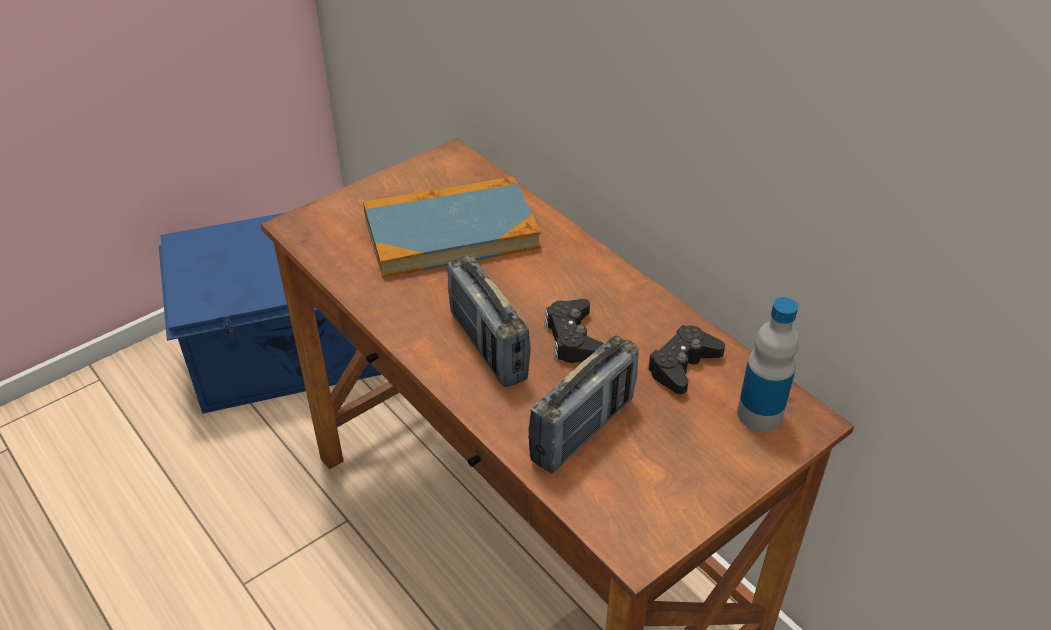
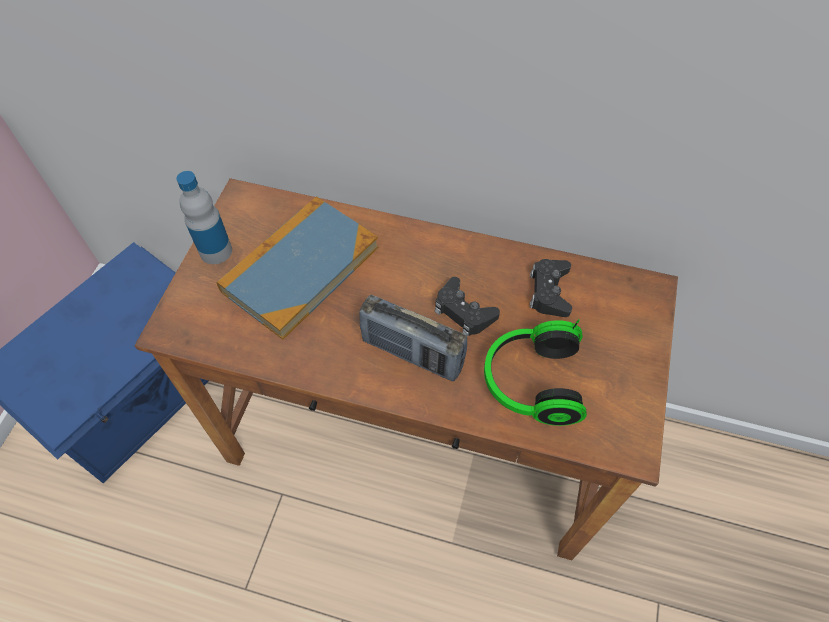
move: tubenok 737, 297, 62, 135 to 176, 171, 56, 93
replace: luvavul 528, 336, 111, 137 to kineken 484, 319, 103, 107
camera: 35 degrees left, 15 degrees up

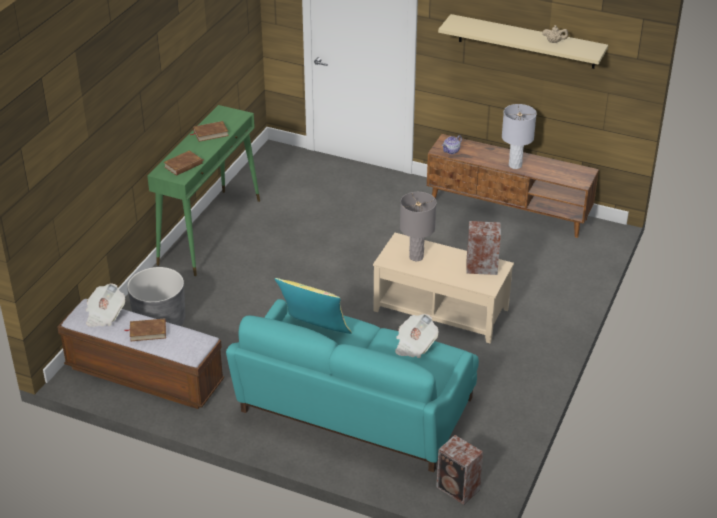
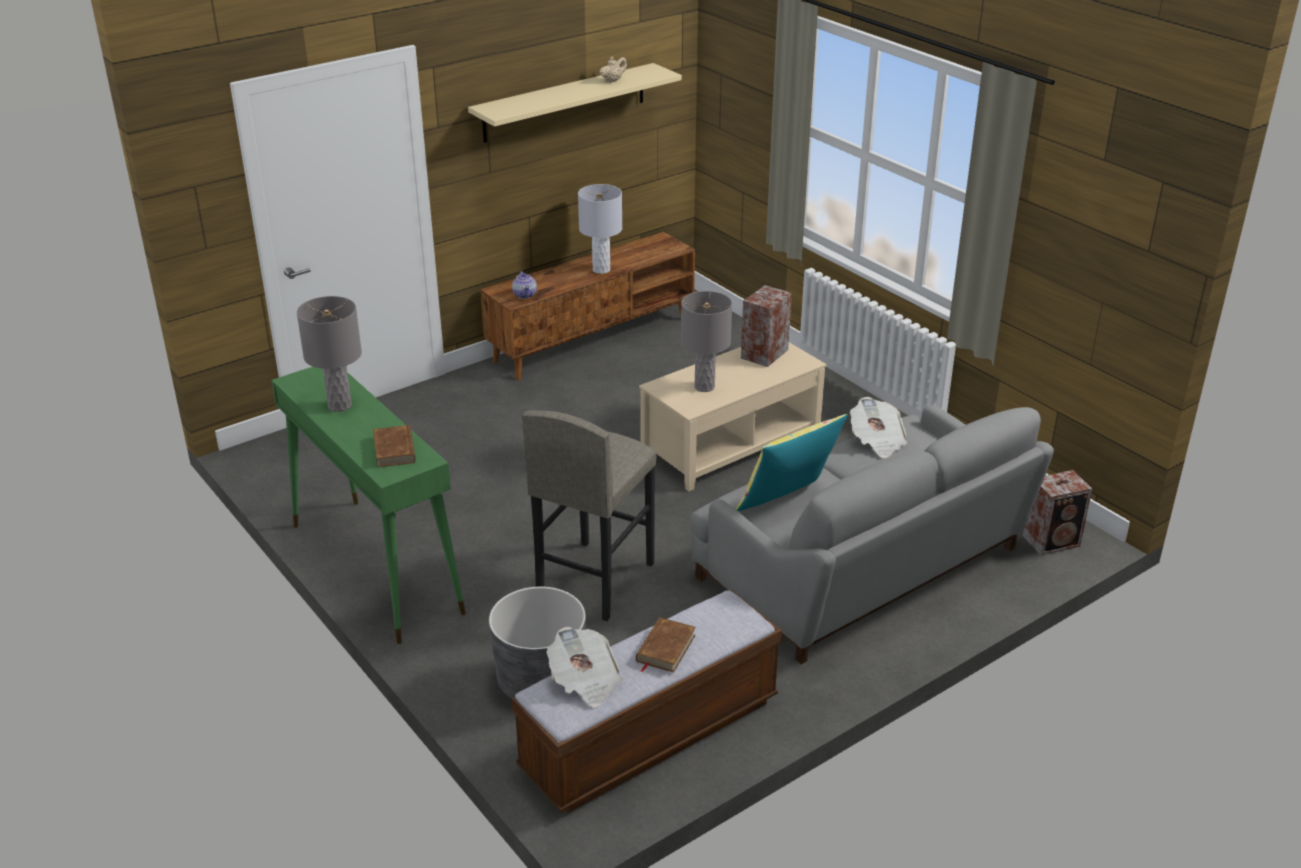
insert: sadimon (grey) 522, 410, 135, 211
replace: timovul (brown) 190, 121, 39, 21 to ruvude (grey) 297, 296, 65, 116
recolor: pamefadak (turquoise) 226, 299, 253, 173 to pamefadak (grey) 690, 405, 364, 259
camera: 60 degrees left, 5 degrees down

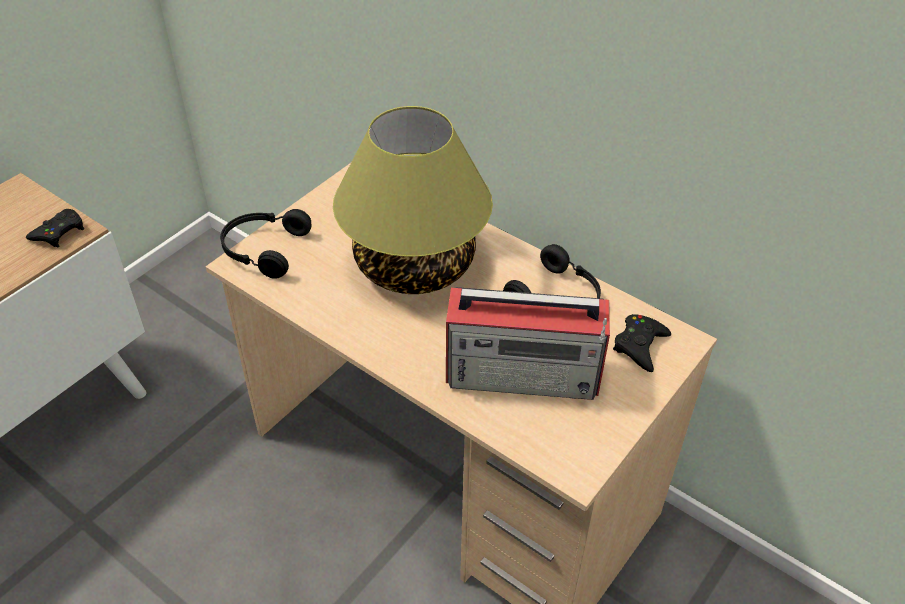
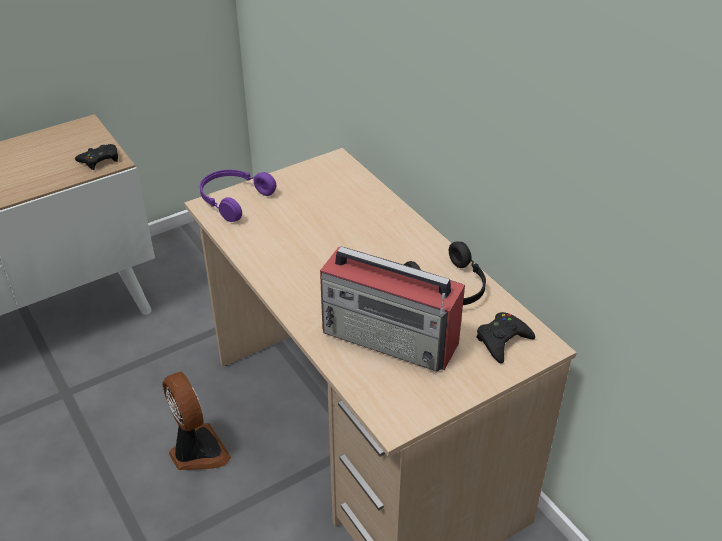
delete: ruvude 333, 106, 160, 188
insert: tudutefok 162, 372, 69, 98
recolor: kineken (black) 220, 209, 92, 70 to kineken (purple) 200, 170, 76, 52
camera: 20 degrees right, 5 degrees down

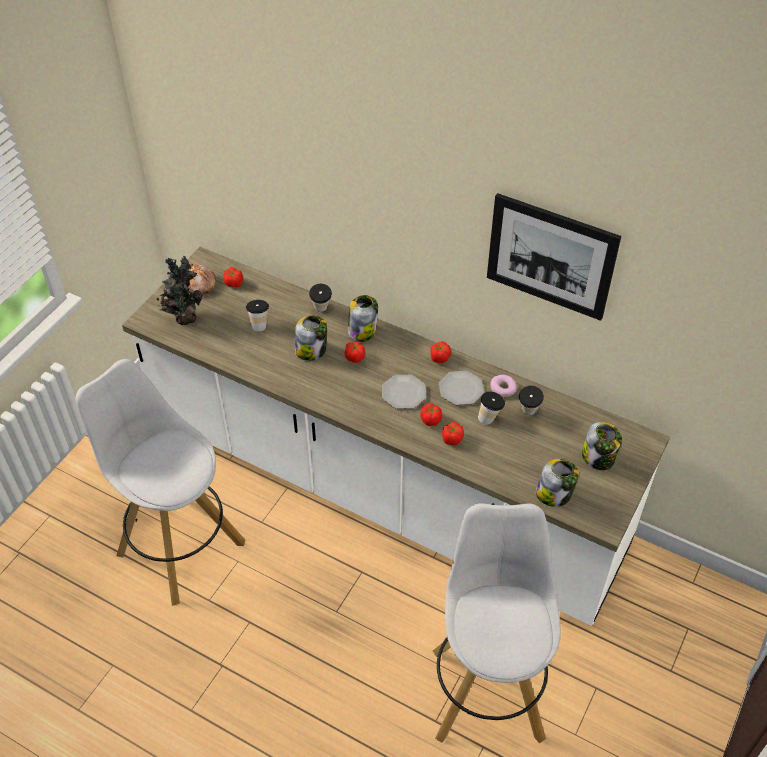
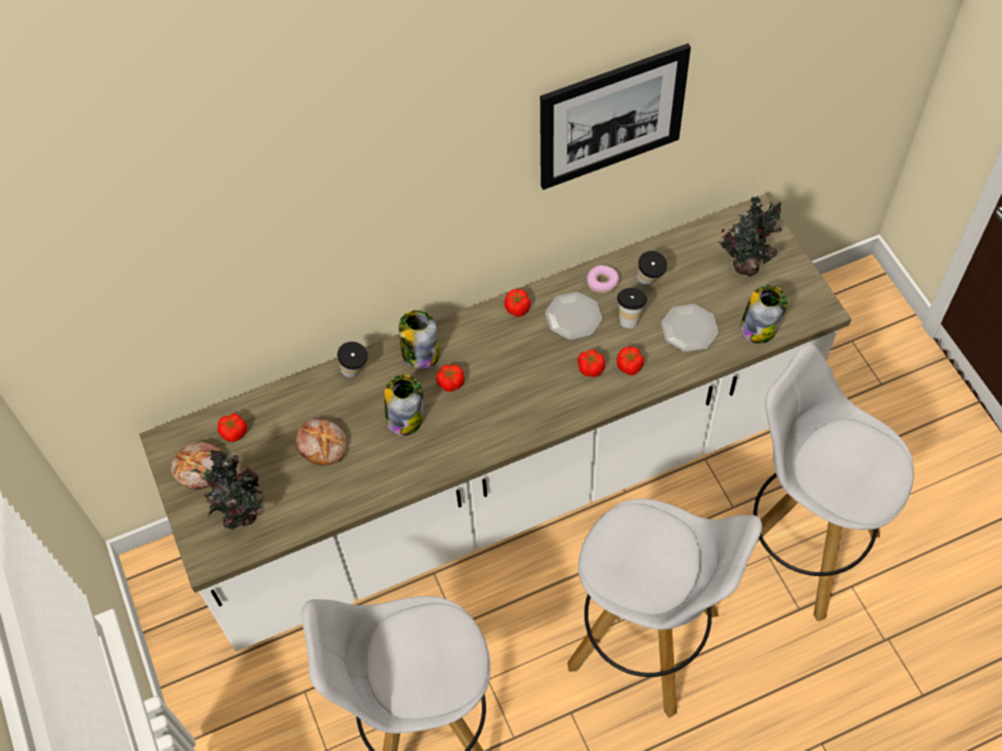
insert: sadimon (white) 567, 499, 195, 219
move: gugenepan 382, 375, 44, 34 to 661, 304, 58, 48
replace: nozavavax 246, 300, 23, 31 to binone 295, 419, 51, 46; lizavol 582, 422, 40, 48 to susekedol 718, 196, 64, 80
camera: 50 degrees left, 10 degrees up

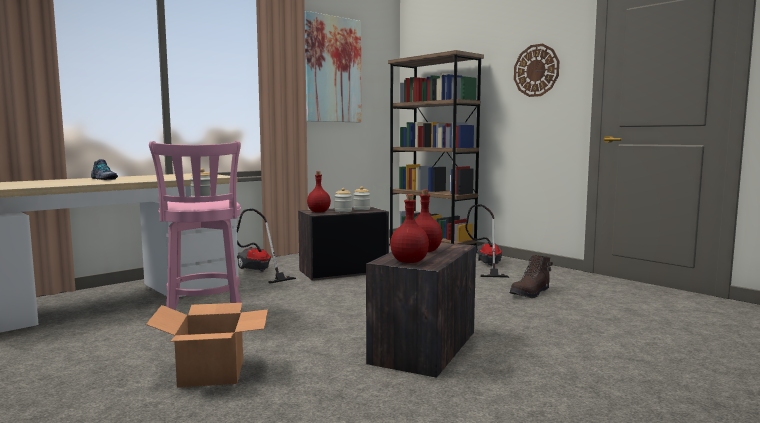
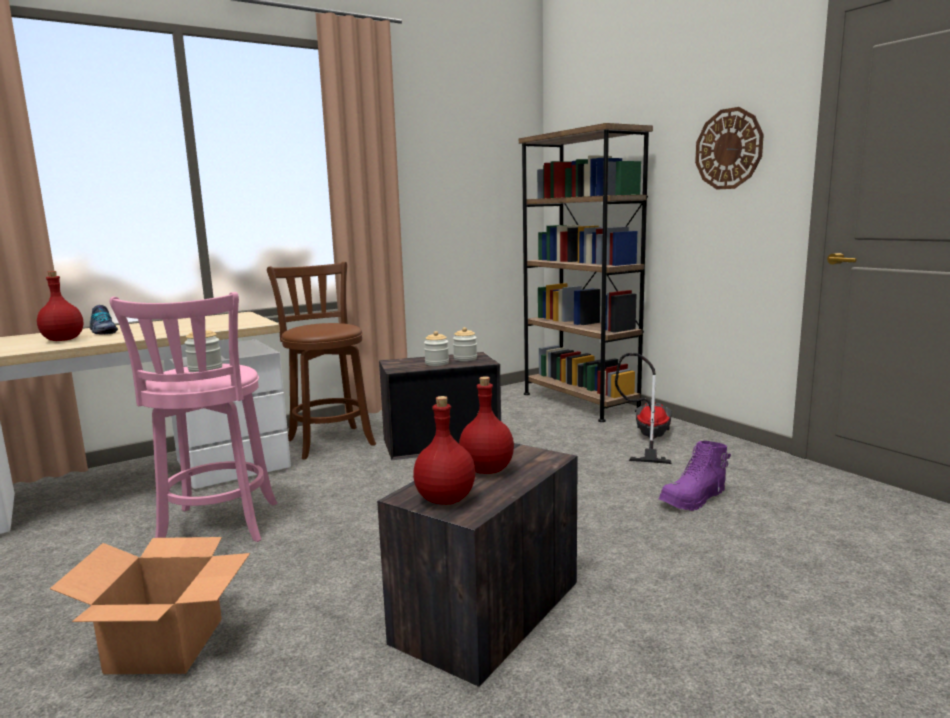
delete: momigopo 305, 11, 56, 111
move: tubenok (red) 307, 171, 24, 42 to 37, 271, 46, 70
replace: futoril 237, 209, 59, 75 to sadimon (brown) 267, 262, 109, 198
recolor: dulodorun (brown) 509, 255, 44, 43 to dulodorun (purple) 659, 441, 72, 70
camera: 10 degrees right, 5 degrees up

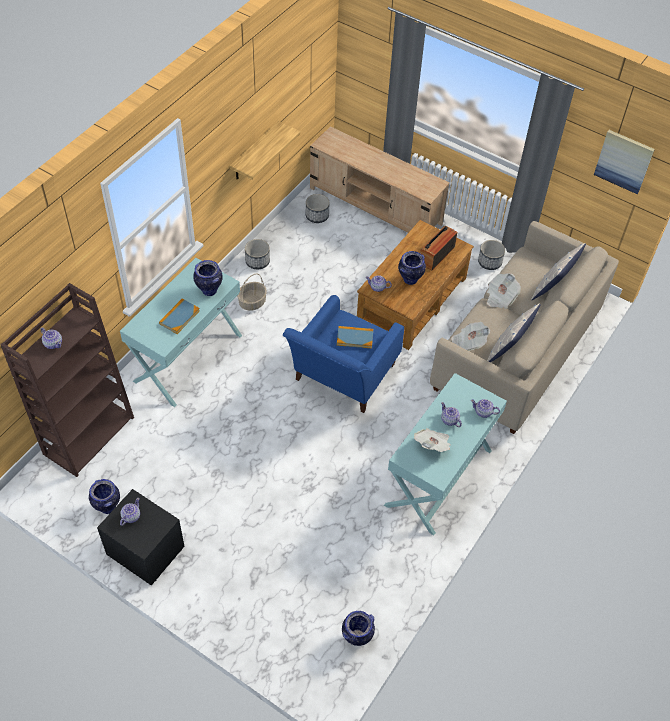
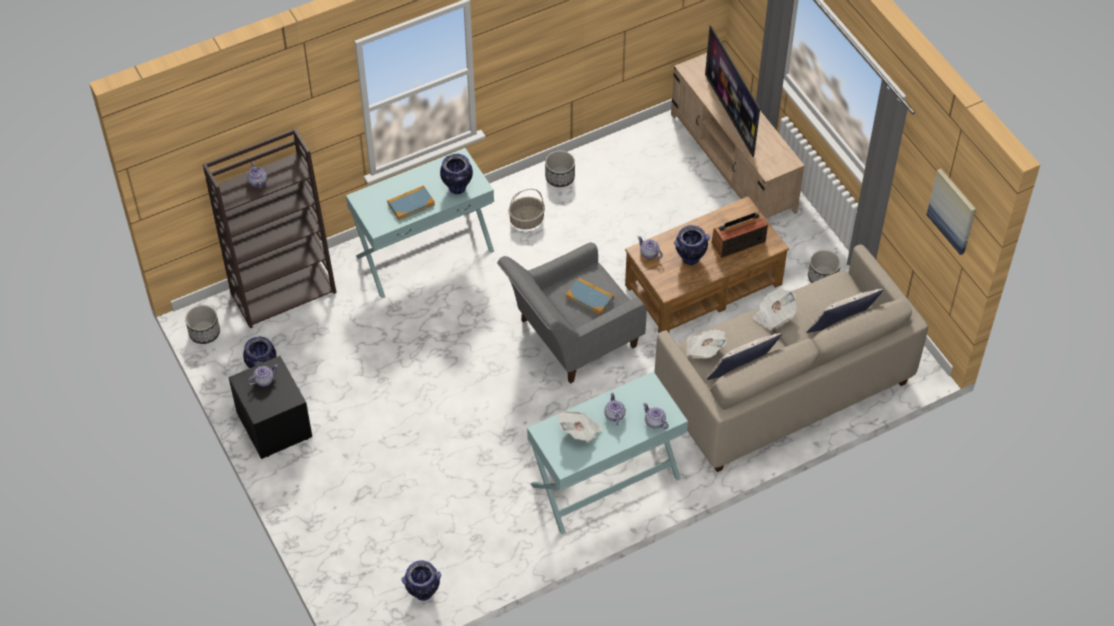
delete: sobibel 230, 121, 70, 59
insert: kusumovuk 705, 25, 55, 132
move: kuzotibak 306, 194, 23, 29 to 185, 305, 35, 39
recolor: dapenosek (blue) 283, 295, 121, 118 to dapenosek (grey) 497, 242, 150, 142
camera: 30 degrees right, 0 degrees up

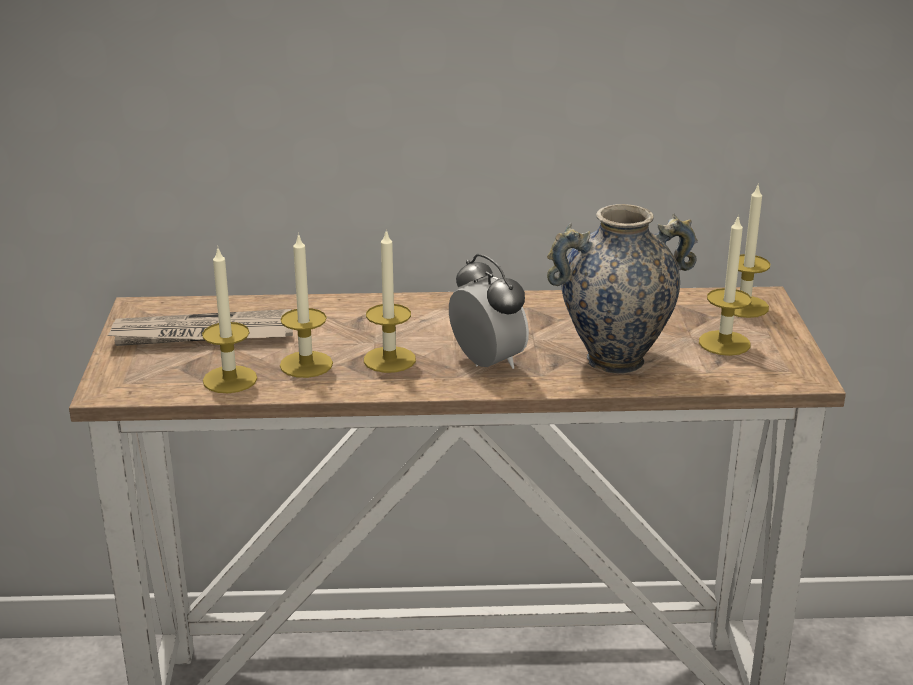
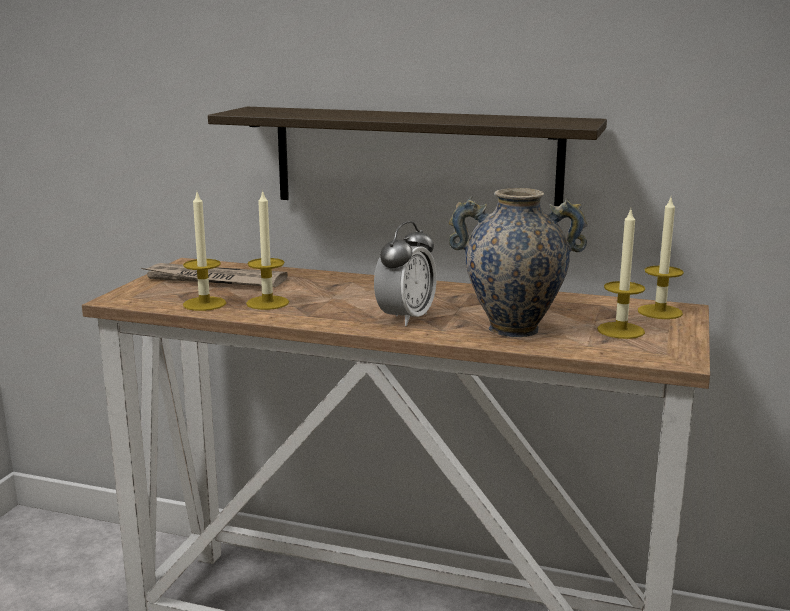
delete: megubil 364, 229, 52, 144
insert: sobibel 208, 107, 399, 99
rotate: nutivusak 449, 254, 80, 115 = 374, 221, 63, 105 45 degrees clockwise
camera: 20 degrees right, 10 degrees down

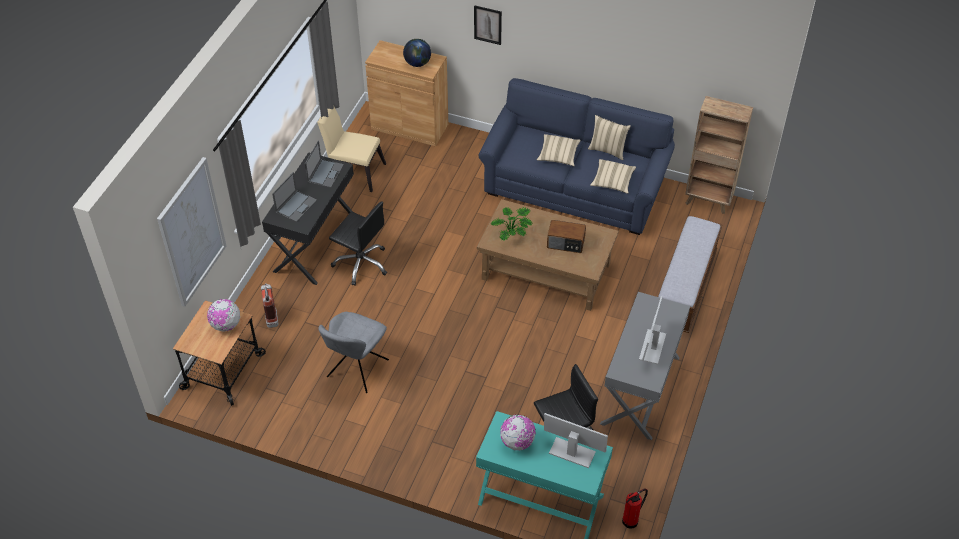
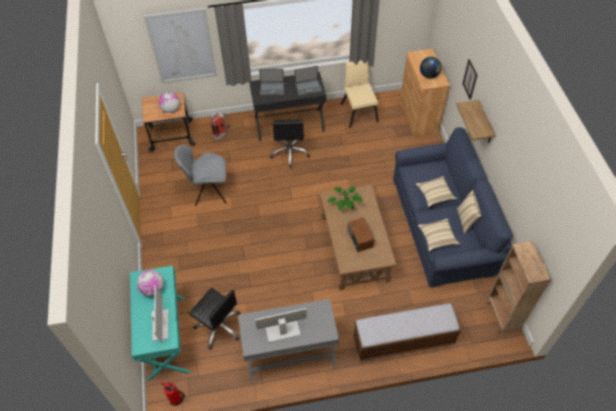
insert: sobibel 456, 100, 40, 43
camera: 60 degrees right, 5 degrees up

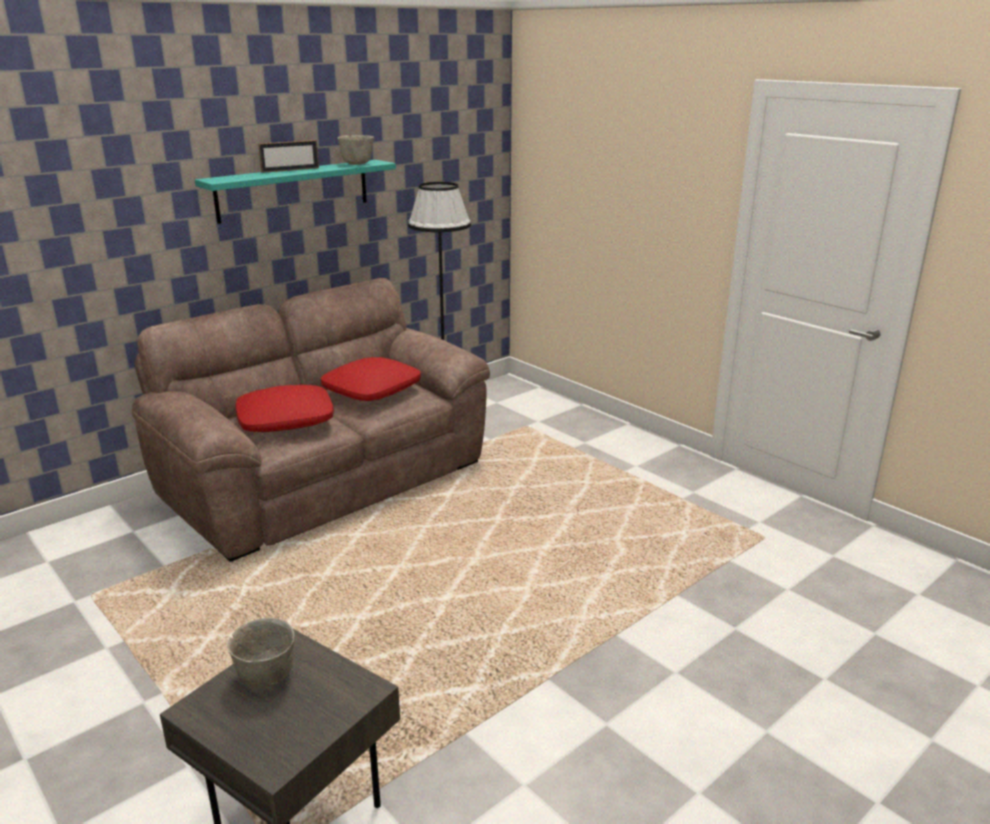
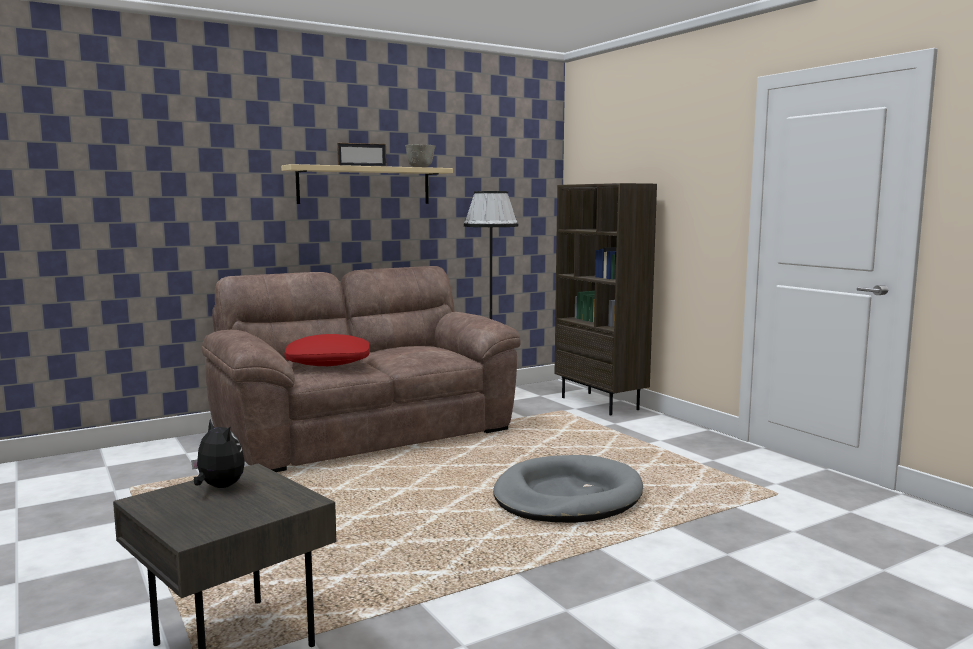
delete: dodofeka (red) 321, 357, 100, 44
insert: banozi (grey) 493, 455, 150, 68; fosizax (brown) 555, 183, 102, 232
replace: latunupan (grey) 227, 618, 68, 70 to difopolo 191, 419, 54, 69
recolor: sobibel (turquoise) 195, 160, 201, 64 to sobibel (beige) 281, 164, 172, 40
camera: 10 degrees right, 15 degrees down

